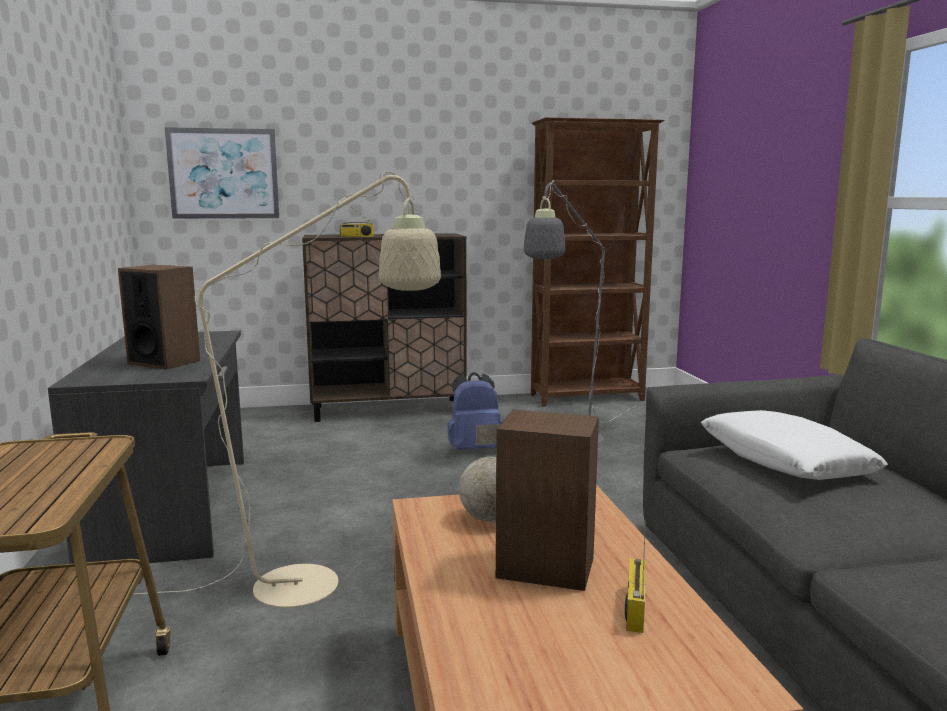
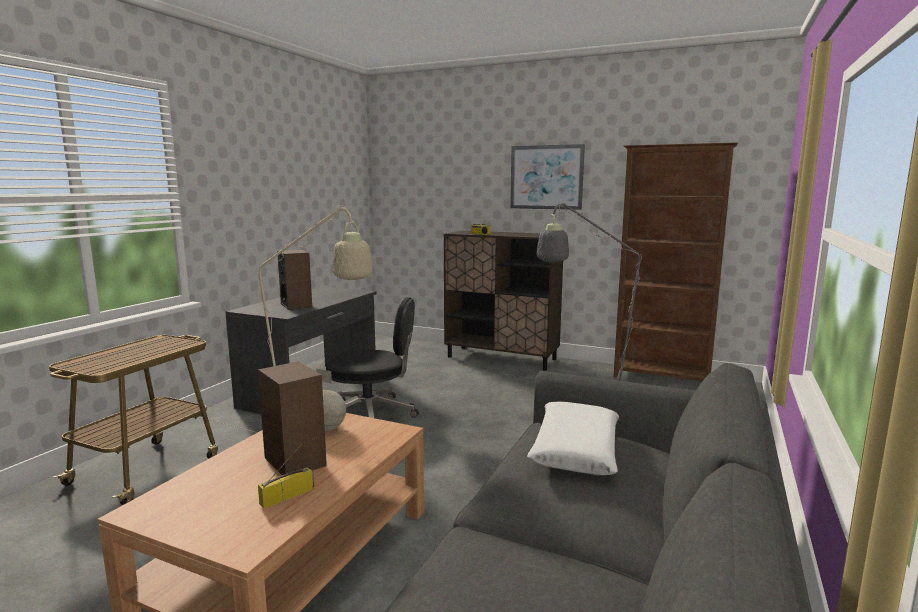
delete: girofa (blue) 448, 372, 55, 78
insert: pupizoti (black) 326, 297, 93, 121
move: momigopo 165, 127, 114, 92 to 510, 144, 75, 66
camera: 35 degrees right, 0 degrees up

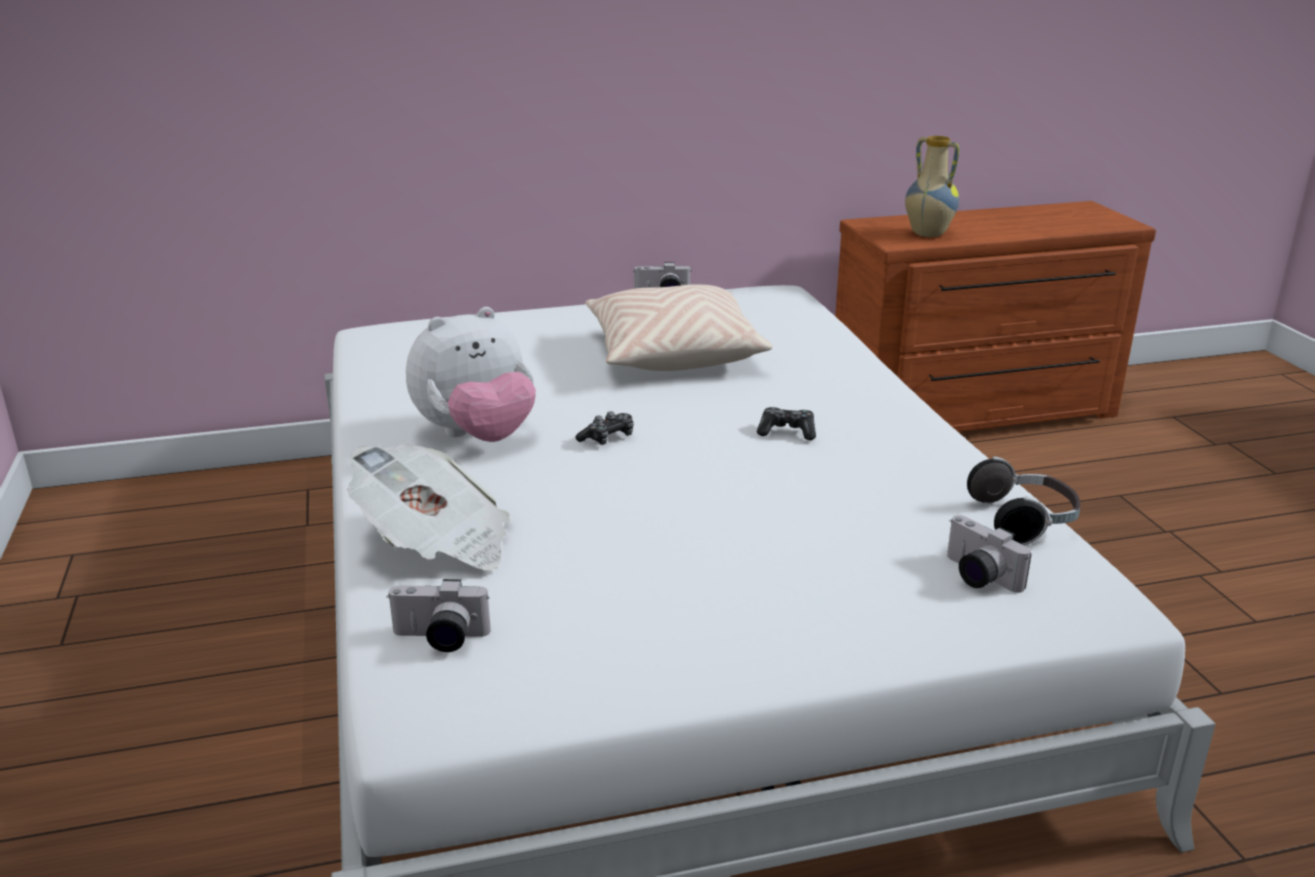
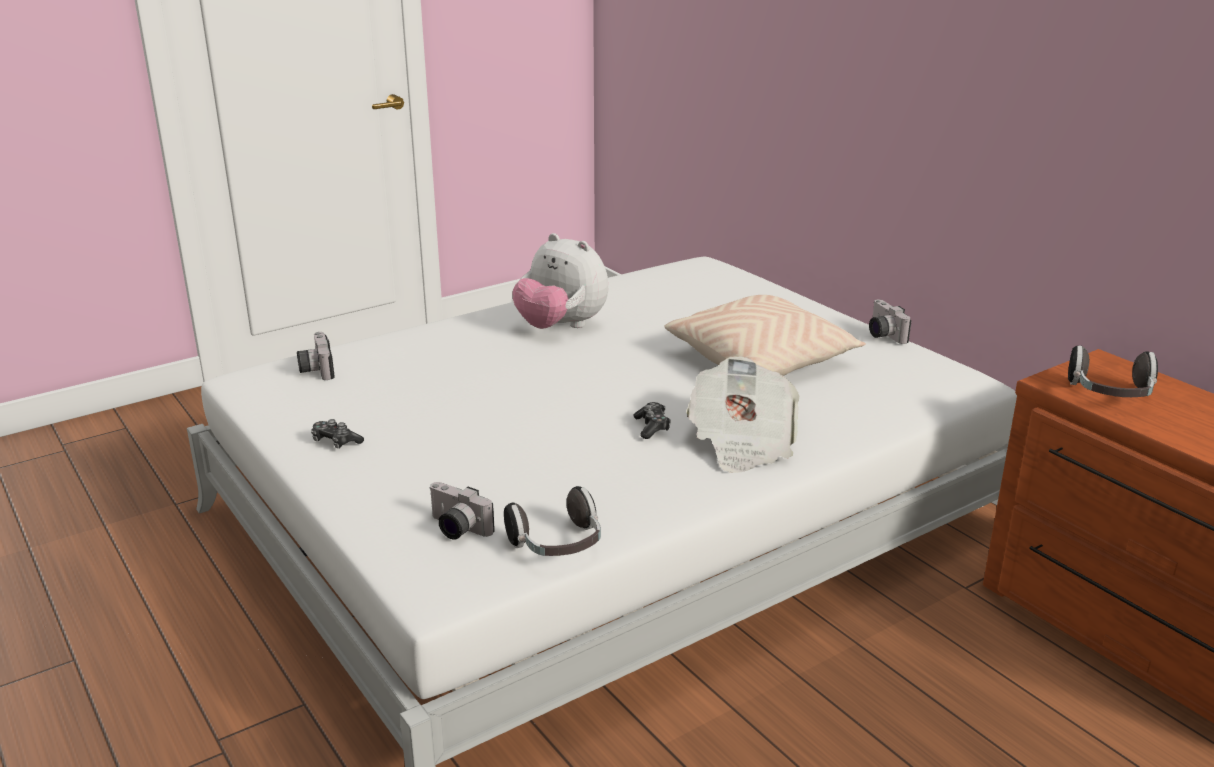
move: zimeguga 347, 444, 163, 127 to 686, 356, 114, 117; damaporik 575, 411, 59, 34 to 311, 419, 53, 29
replace: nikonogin 905, 136, 55, 101 to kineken 1068, 345, 90, 52
rotate: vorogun 947, 515, 85, 78 = 429, 482, 66, 58 90 degrees counterclockwise
camera: 70 degrees right, 0 degrees up

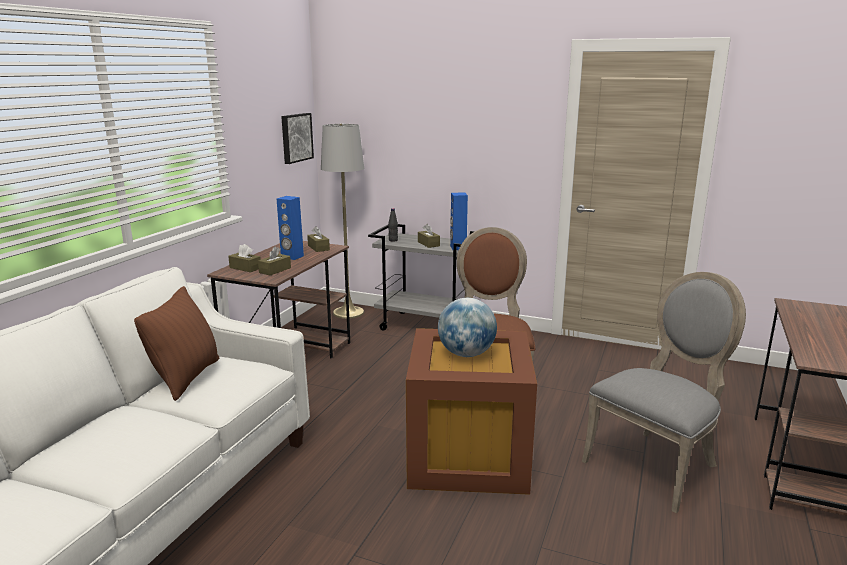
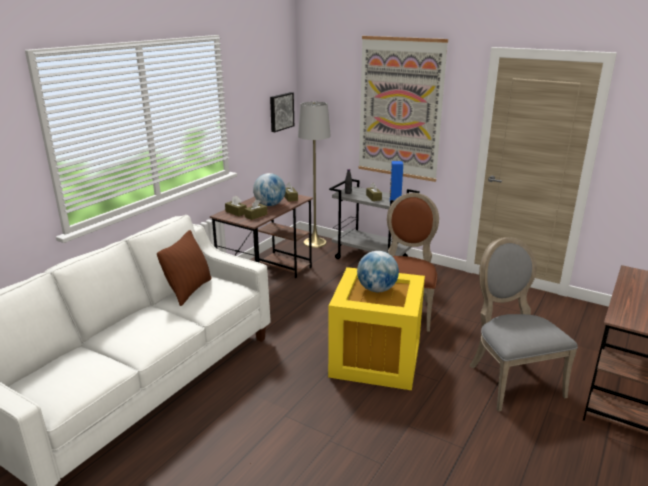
insert: momigopo 358, 36, 90, 146
replace: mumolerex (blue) 277, 196, 27, 64 to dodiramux 253, 173, 33, 33
recolor: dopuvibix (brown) 406, 328, 131, 167 to dopuvibix (yellow) 328, 267, 97, 123
rotate: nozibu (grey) 582, 272, 164, 241 = 470, 237, 108, 175 75 degrees counterclockwise
camera: 10 degrees right, 5 degrees up

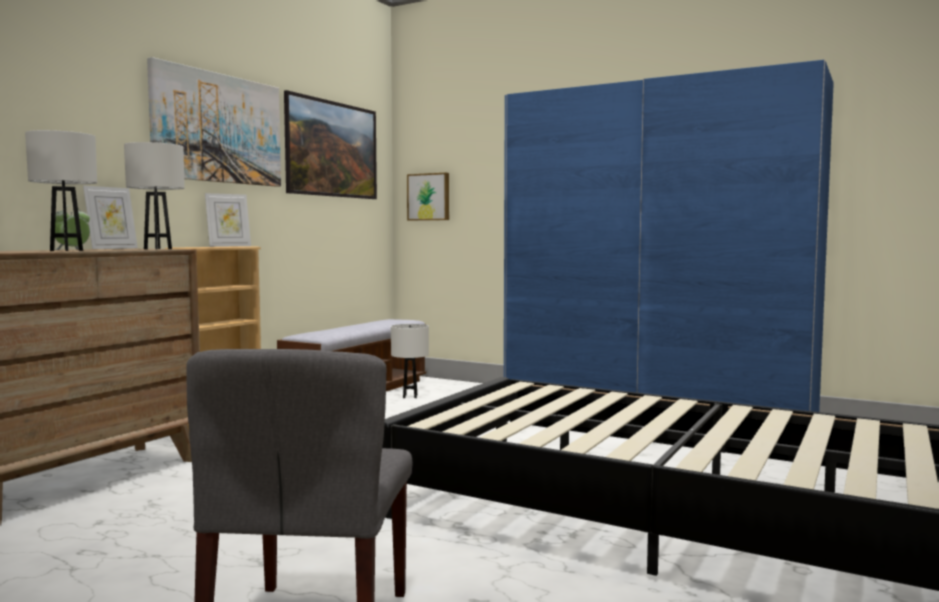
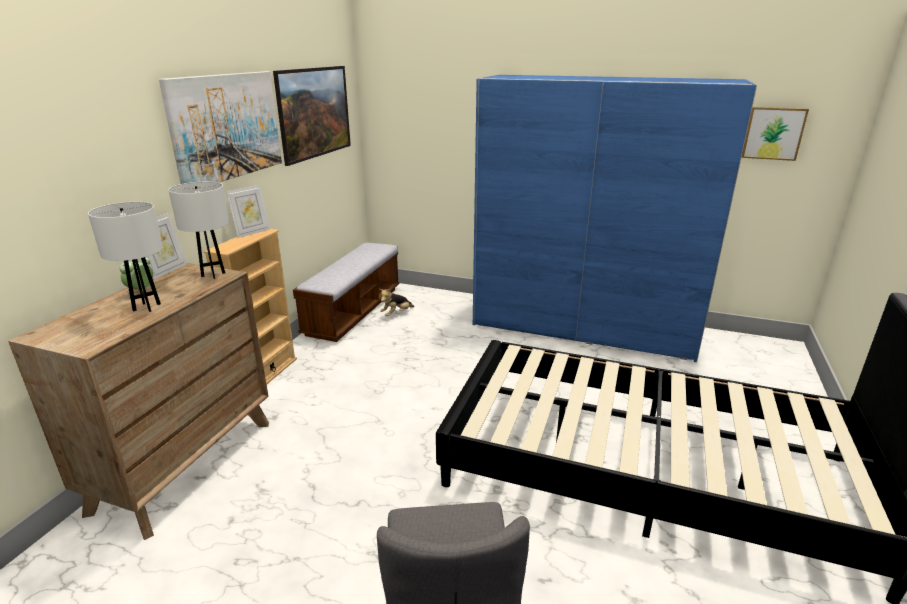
move: momigopo 407, 173, 42, 48 to 742, 107, 67, 54
replace: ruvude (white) 391, 324, 38, 74 to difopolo 380, 289, 34, 27
camera: 10 degrees left, 20 degrees up

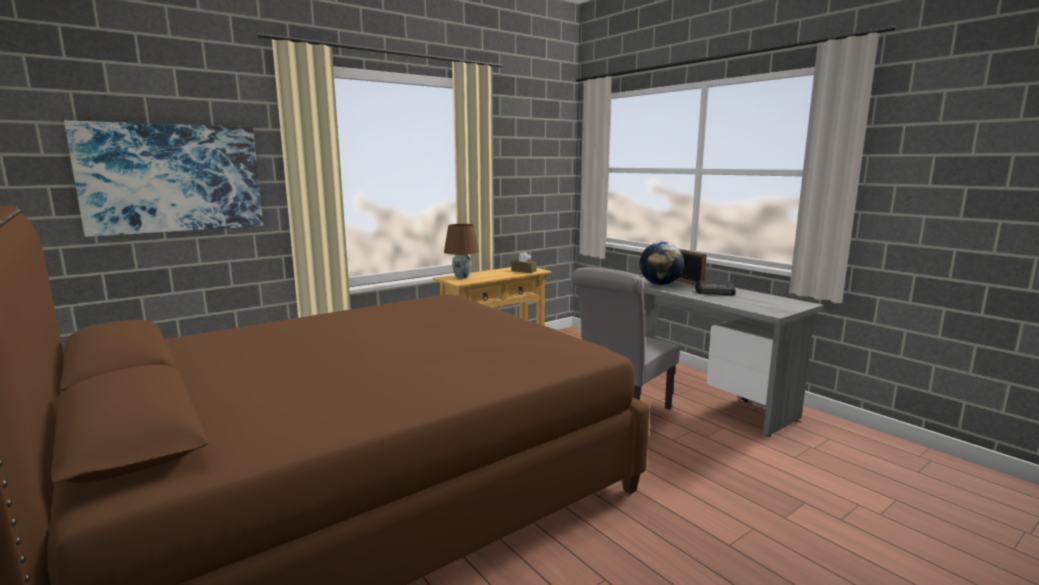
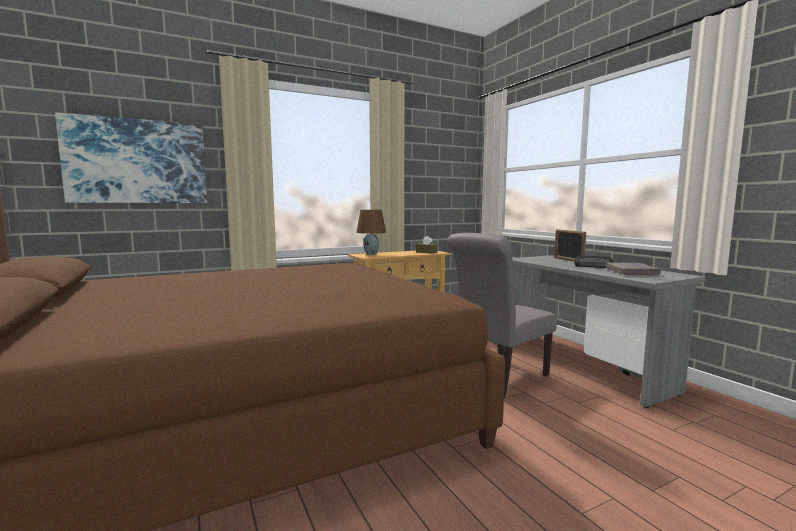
delete: dodiramux 639, 242, 45, 43
insert: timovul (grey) 606, 263, 55, 12
camera: 10 degrees right, 5 degrees down

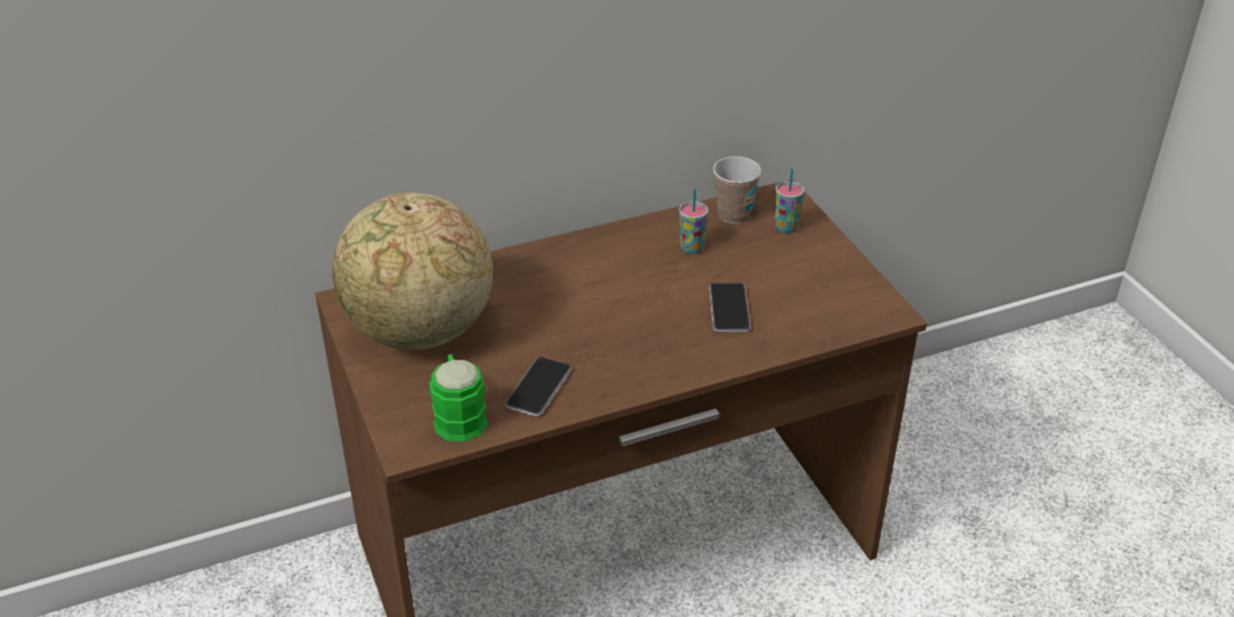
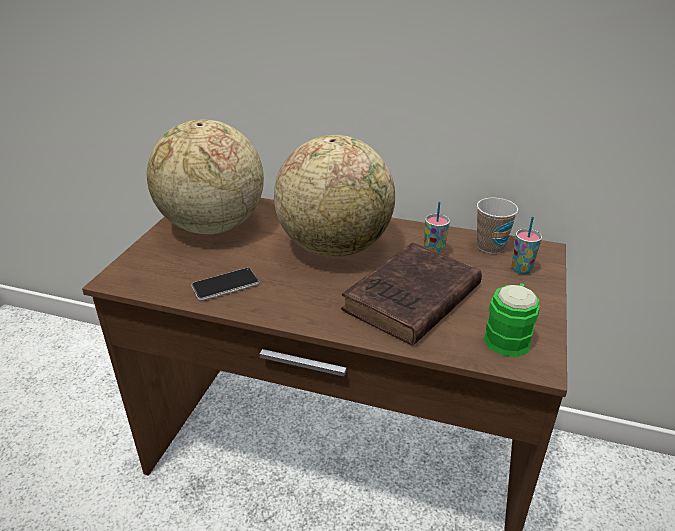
insert: dodiramux 274, 135, 121, 122
move: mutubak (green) 429, 354, 59, 88 to 483, 283, 57, 74
replace: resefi 709, 283, 42, 49 to timovul (brown) 341, 242, 141, 104
camera: 40 degrees right, 5 degrees down

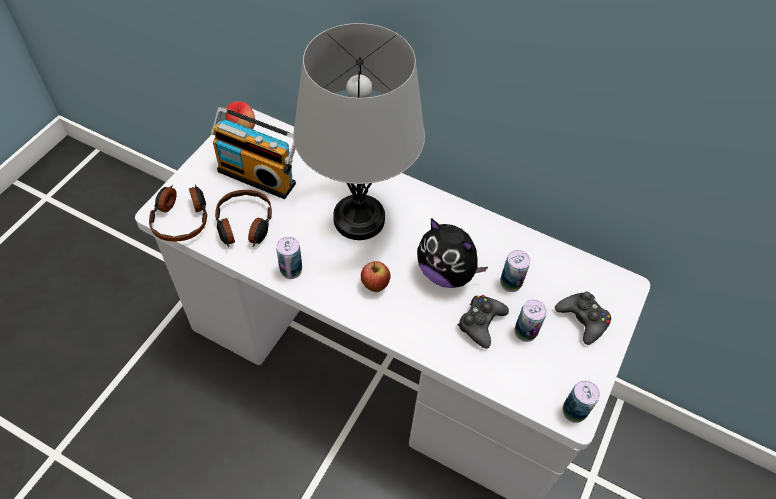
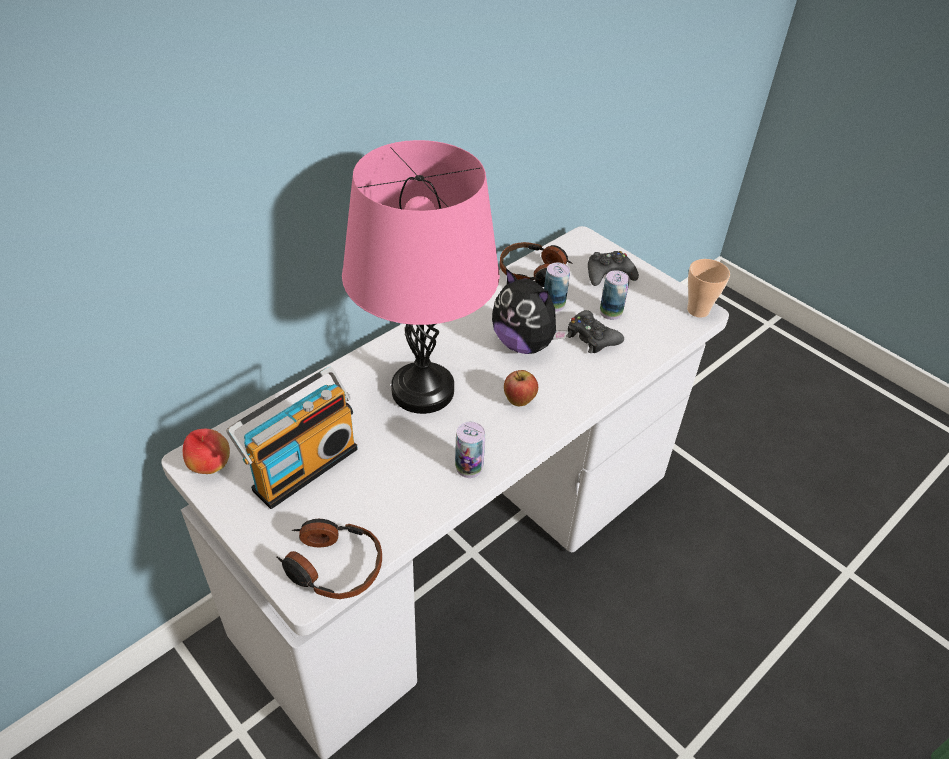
move: kineken 215, 190, 57, 57 to 500, 242, 73, 45
replace: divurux 562, 380, 38, 43 to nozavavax 687, 259, 43, 59
recolor: ruvude (grey) 293, 23, 132, 217 to ruvude (pink) 342, 140, 158, 274
rotate: difopolo 417, 218, 71, 70 = 492, 268, 76, 86 75 degrees clockwise
camera: 70 degrees left, 10 degrees down

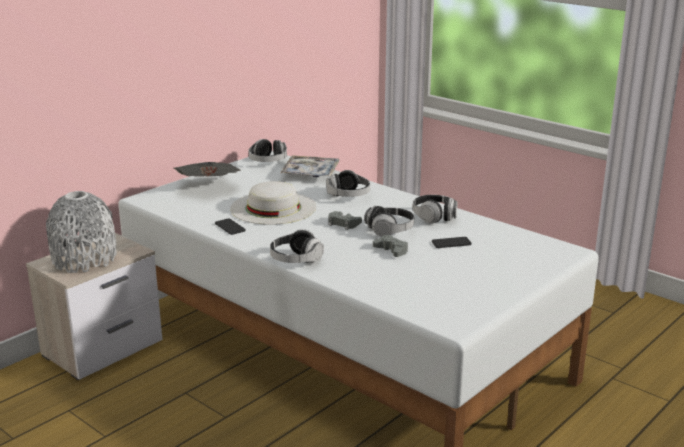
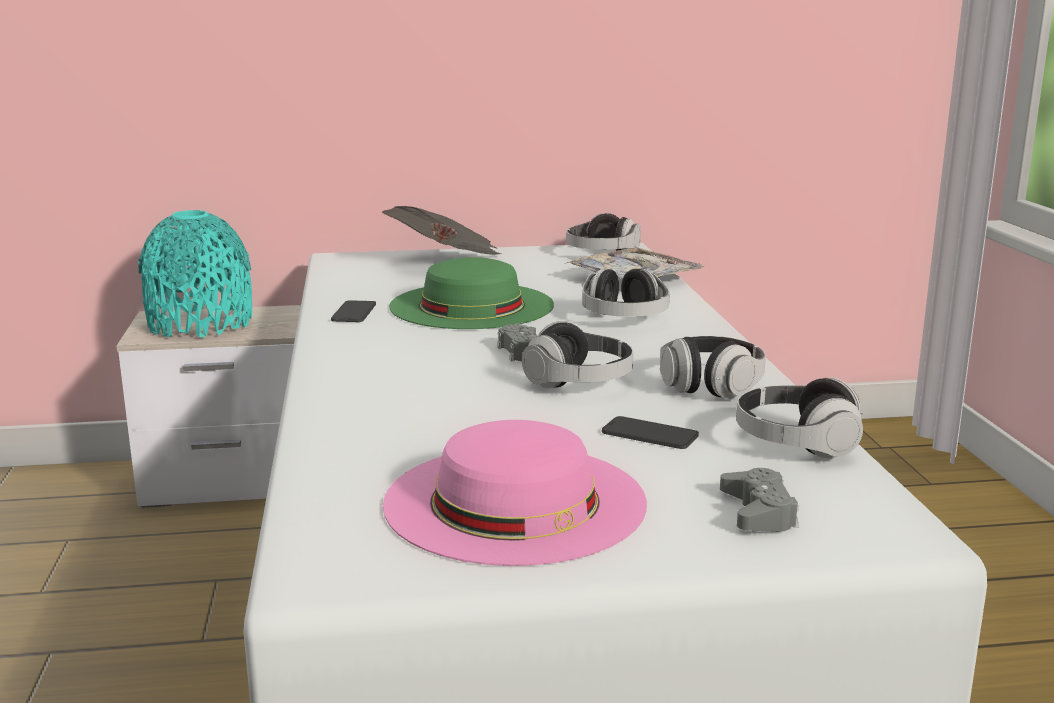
insert: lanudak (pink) 383, 420, 264, 146
move: kineken 270, 229, 54, 34 to 736, 377, 127, 81; damaporik (grey) 373, 235, 35, 22 to 720, 468, 79, 64
recolor: nikonogin (grey) 46, 191, 71, 82 to nikonogin (turquoise) 138, 210, 114, 127; lanudak (white) 230, 181, 86, 44 to lanudak (green) 389, 257, 165, 72
camera: 40 degrees right, 5 degrees down

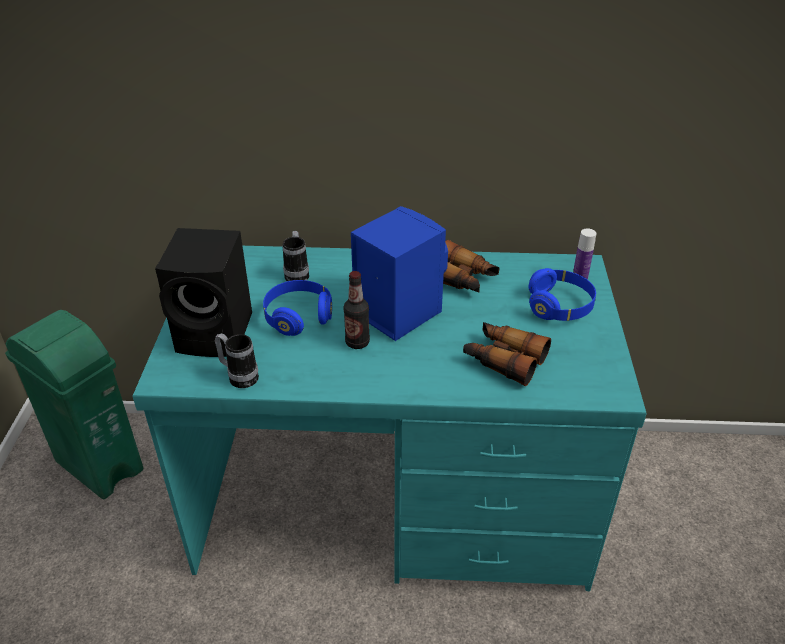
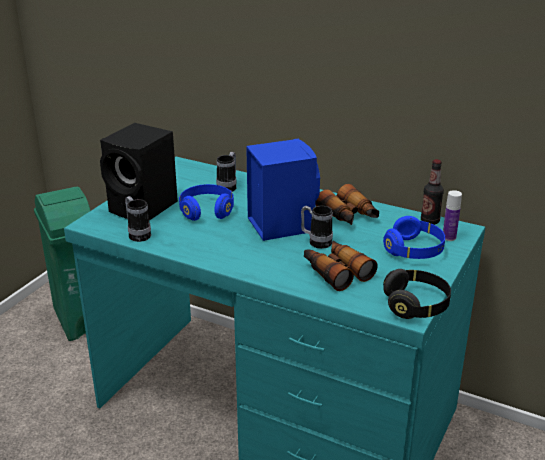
insert: mutubak 301, 206, 32, 43; kineken (black) 383, 269, 68, 50
move: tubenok 343, 271, 27, 78 to 421, 159, 23, 66
camera: 25 degrees right, 10 degrees down

